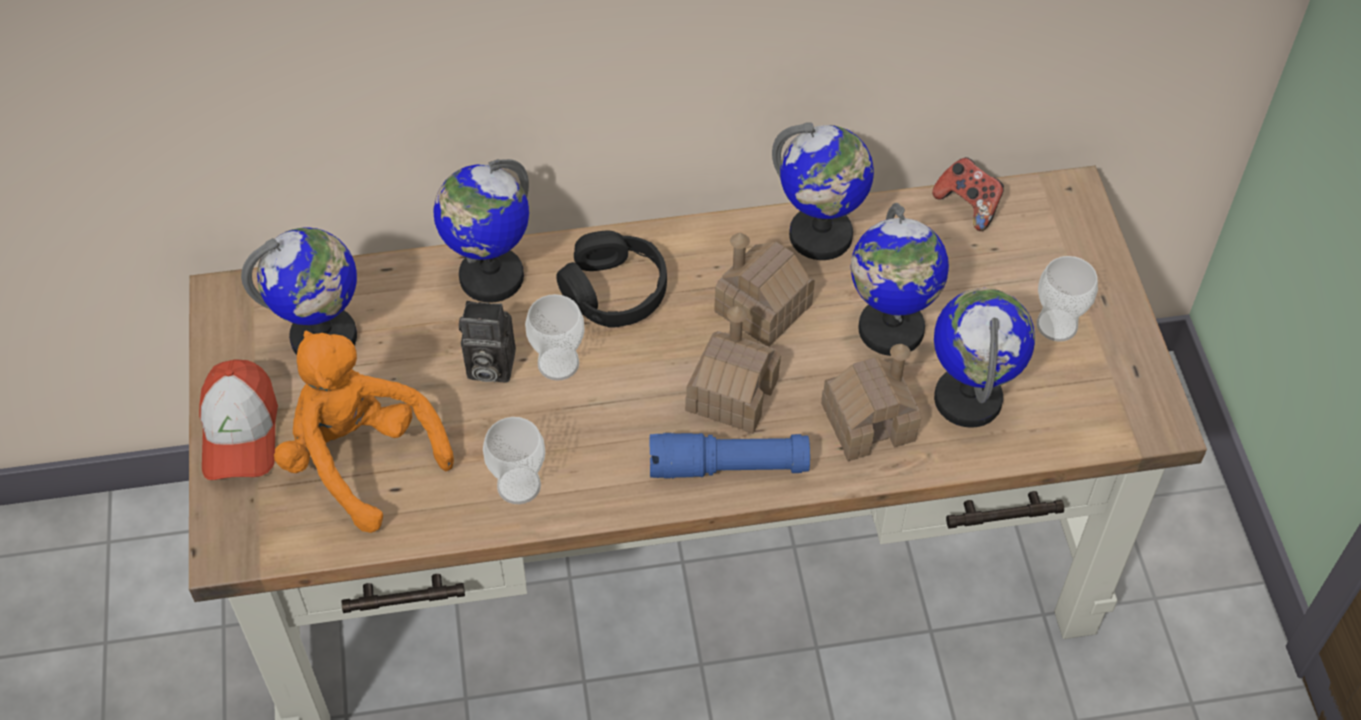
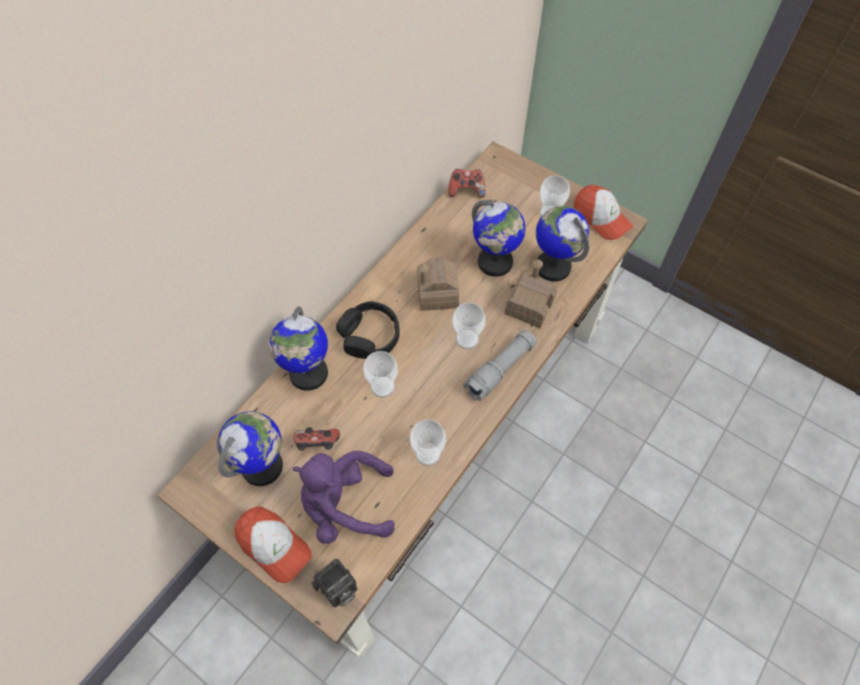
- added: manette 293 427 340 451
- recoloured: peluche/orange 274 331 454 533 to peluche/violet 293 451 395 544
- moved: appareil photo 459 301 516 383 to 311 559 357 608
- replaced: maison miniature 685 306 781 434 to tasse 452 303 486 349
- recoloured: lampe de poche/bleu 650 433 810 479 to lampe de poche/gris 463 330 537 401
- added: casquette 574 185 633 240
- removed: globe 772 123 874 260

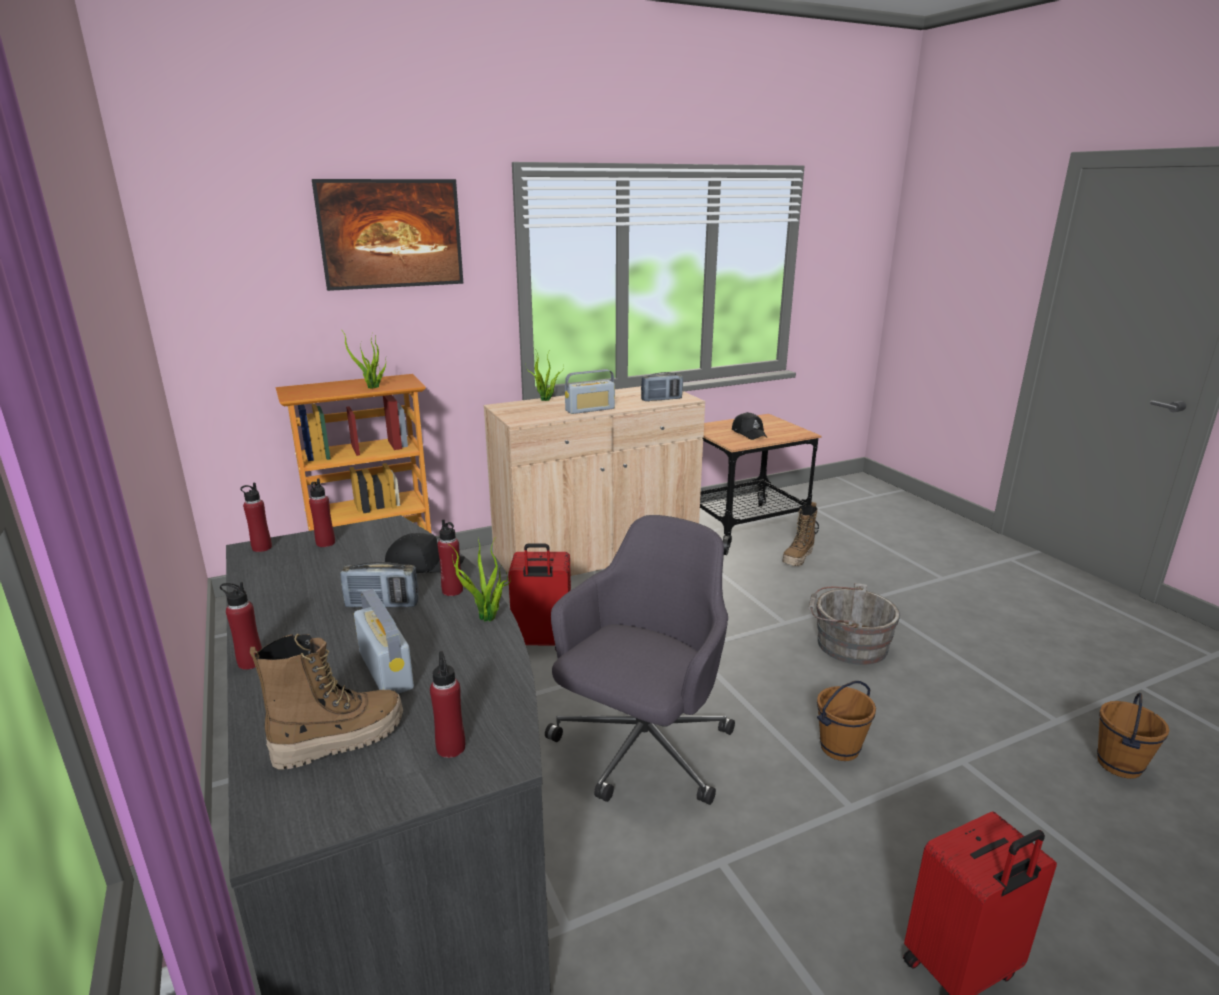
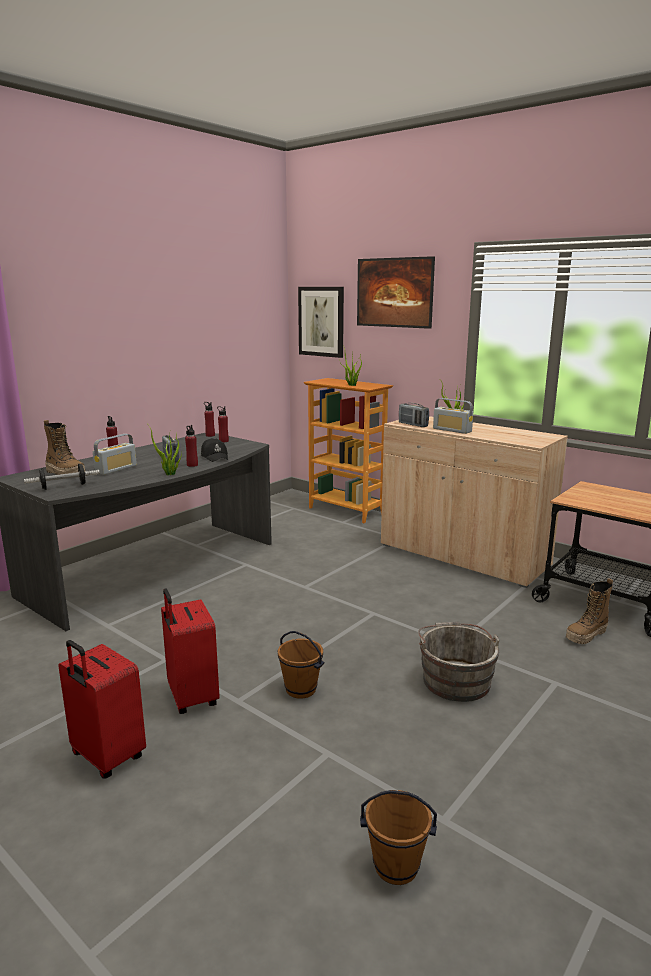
- replaced: bouteille/rouge 430 651 465 758 to haltère 24 464 100 490
- moved: valise/rouge 508 544 571 650 to 161 588 220 714
- added: tableau 298 287 344 358
- moved: radio 641 372 683 401 to 399 403 429 427
- turned: botte 782 502 817 566 = 566 578 613 644 45 degrees counterclockwise
- removed: chaise de bureau/gris 545 515 735 805
- removed: casquette/noir 732 412 767 440

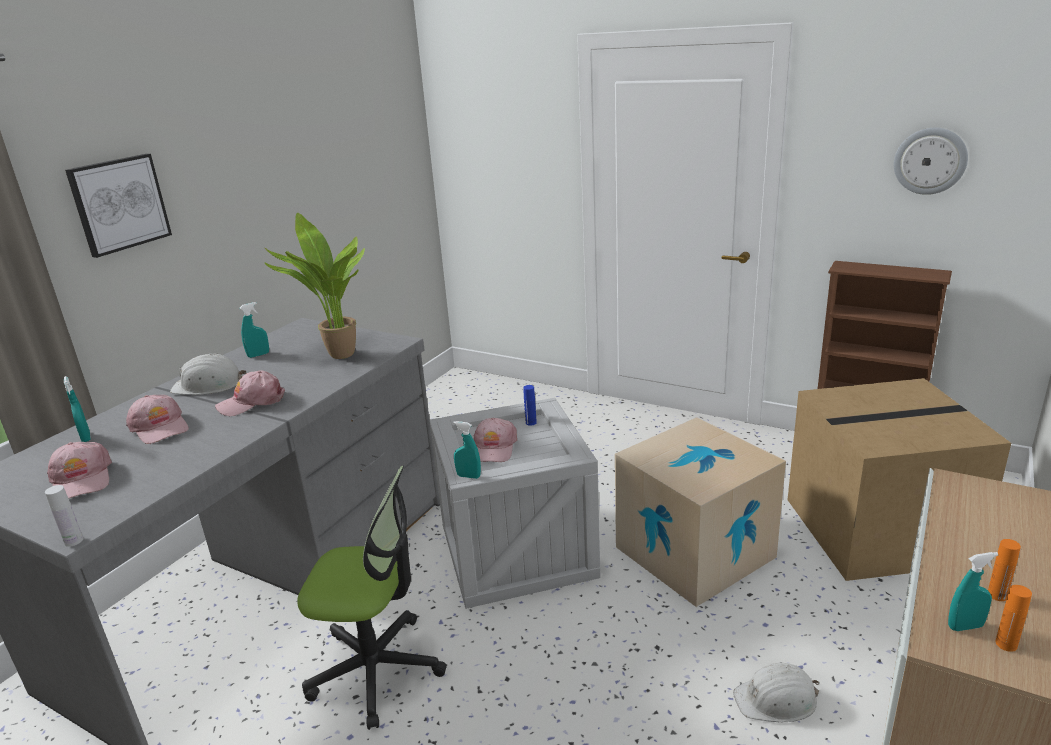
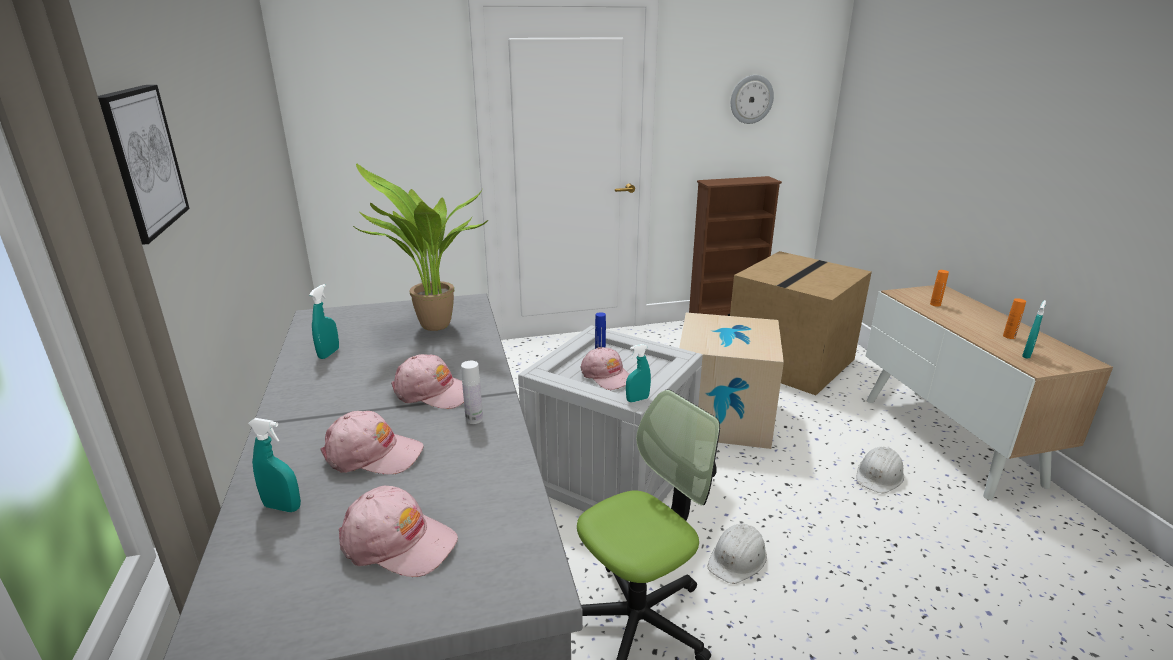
- turned: casquette/rose 215 370 285 416 = 391 354 464 409 90 degrees counterclockwise
- moved: bouteille/blanc 45 485 83 547 to 461 361 483 424
- moved: casque de chantier/blanc 170 353 247 395 to 707 523 767 584
- moved: bouteille/orange 995 585 1032 652 to 930 270 949 307

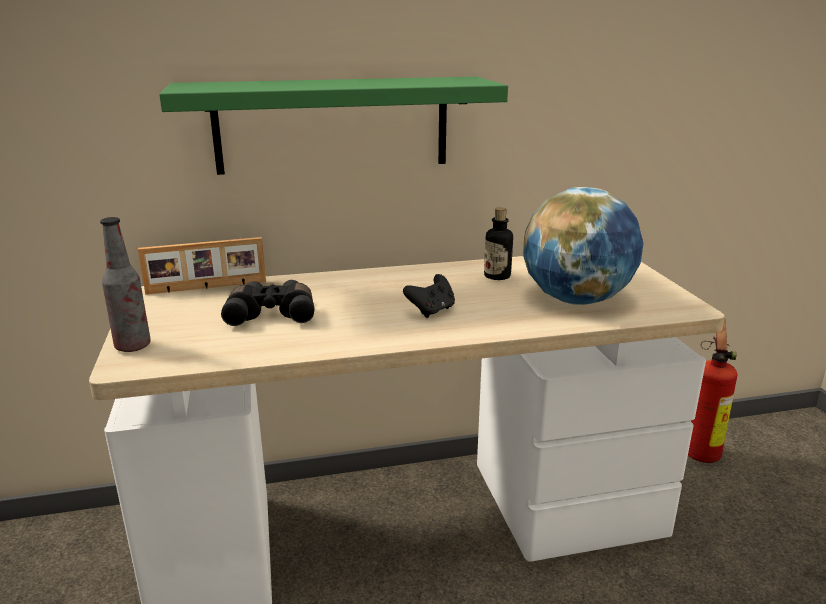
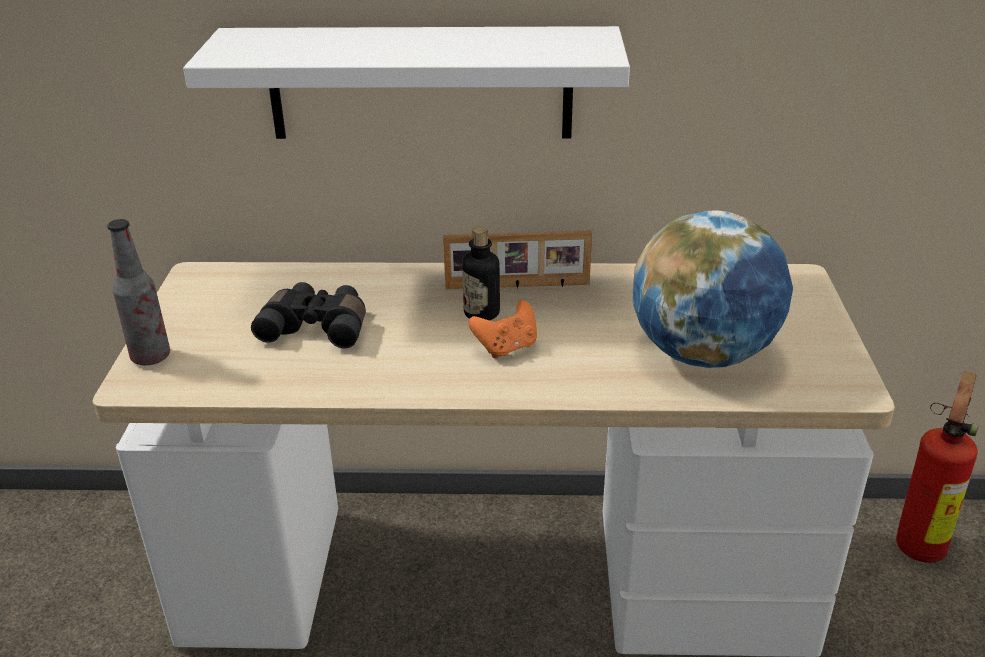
- recoloured: étagère/vert 159 77 508 175 to étagère/blanc 183 26 630 139
- moved: cadre photo 138 237 266 295 to 443 231 592 289
- moved: bouteille 484 207 513 280 to 462 226 500 320
- recoloured: manette/noir 403 274 455 318 to manette/orange 468 300 537 359

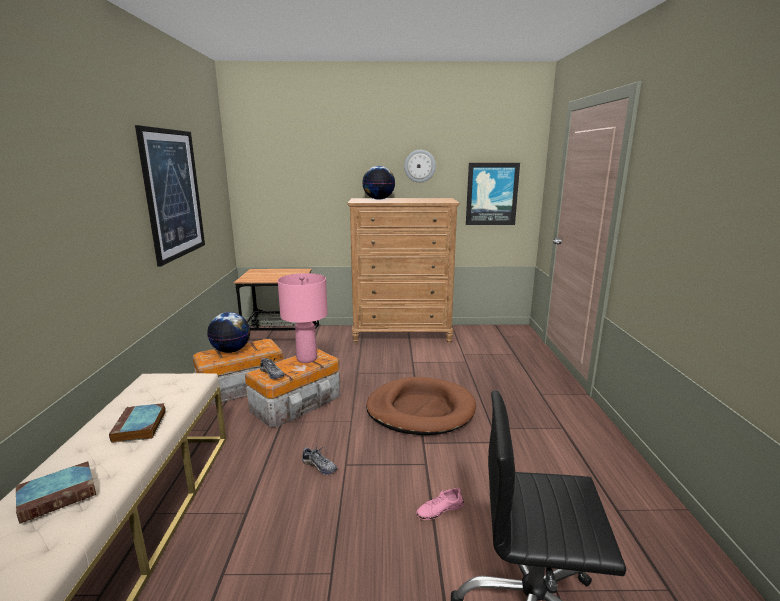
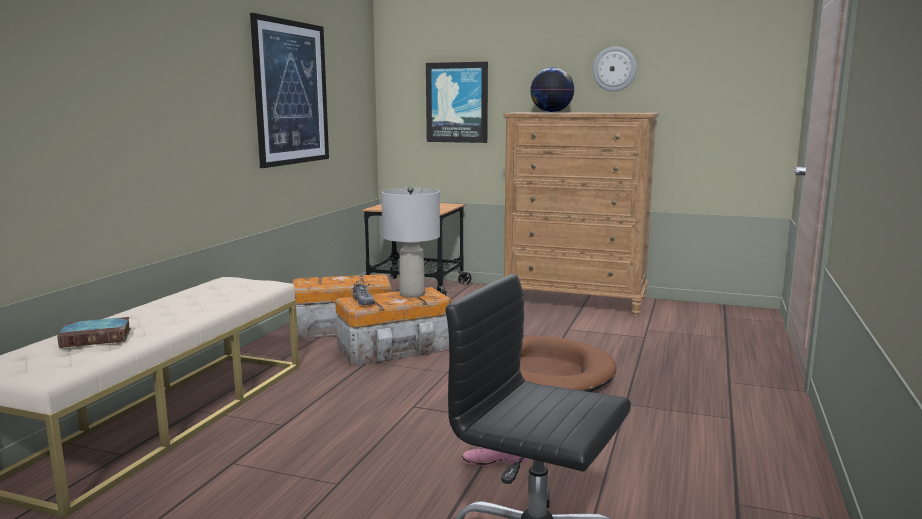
- recoloured: lampe de table/rose 278 273 328 363 to lampe de table/gris 381 186 440 298
- moved: tableau 466 163 520 225 to 426 62 488 143
- removed: livre 109 403 166 443
- removed: globe 207 312 250 353
- removed: chaussure 302 446 337 475

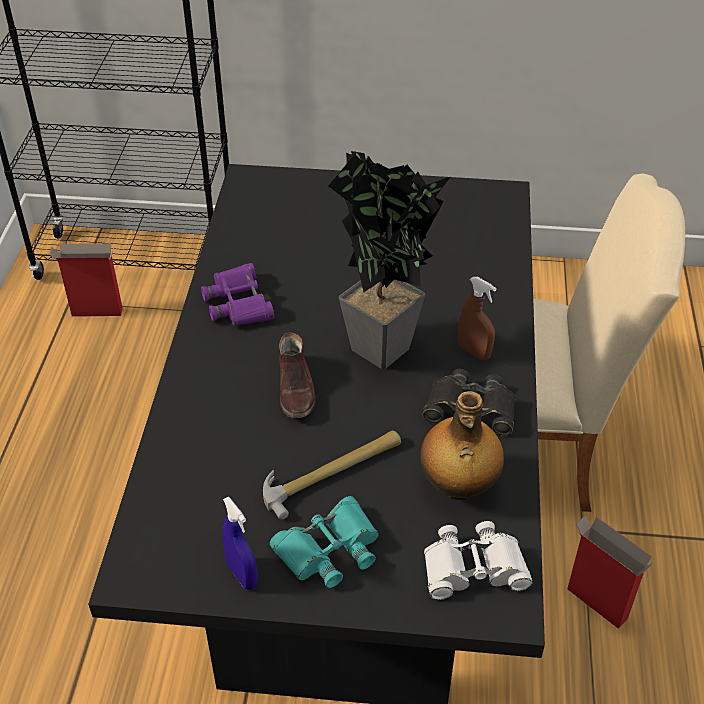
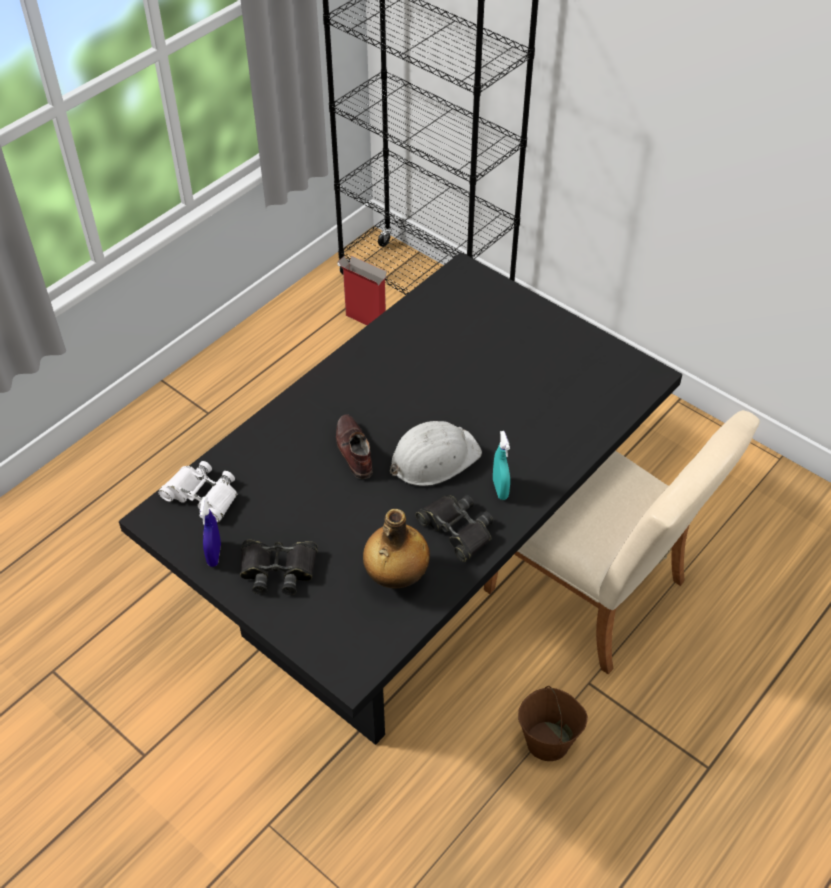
- moved: jumelles/blanc 424 521 533 600 to 158 461 237 523
- recoloured: jumelles/turquoise 270 496 379 588 to jumelles/noir 240 540 318 595
- turned: chaussure/marron 279 332 315 418 = 336 415 373 479 135 degrees clockwise
- replaced: plante en pot 329 151 450 369 to casque de chantier/blanc 390 421 482 486
- recoloured: vaporisateur/marron 458 277 497 360 to vaporisateur/turquoise 493 431 510 500
- replaced: carton 567 515 653 629 to seau/marron 518 686 588 761
- removed: jumelles/violet 201 263 274 326
- removed: marteau 263 431 401 520

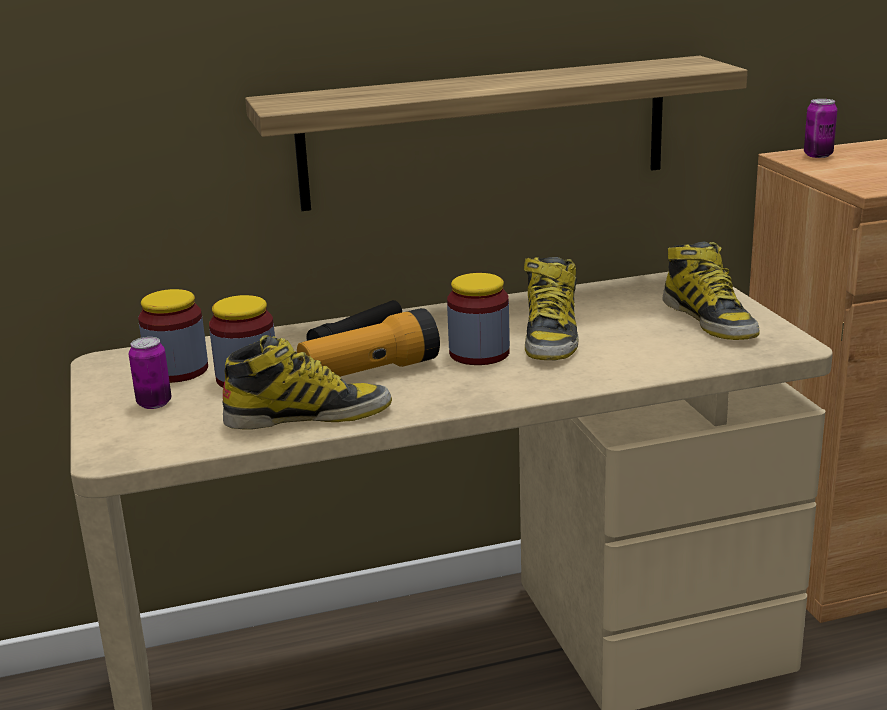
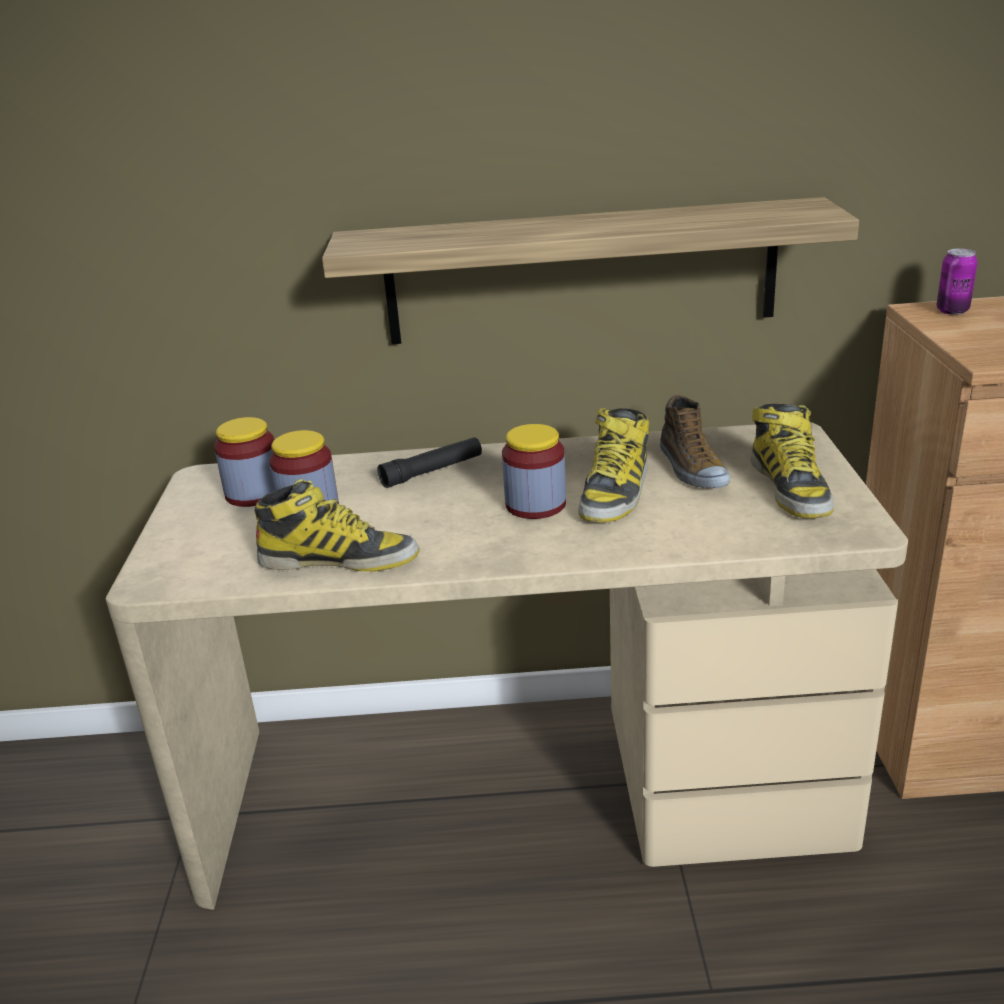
- added: chaussure 660 395 730 488
- removed: boîte métallique 129 337 171 409
- removed: lampe de poche 297 308 440 377

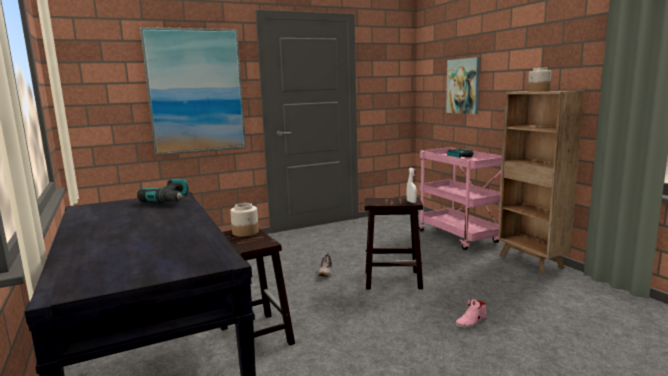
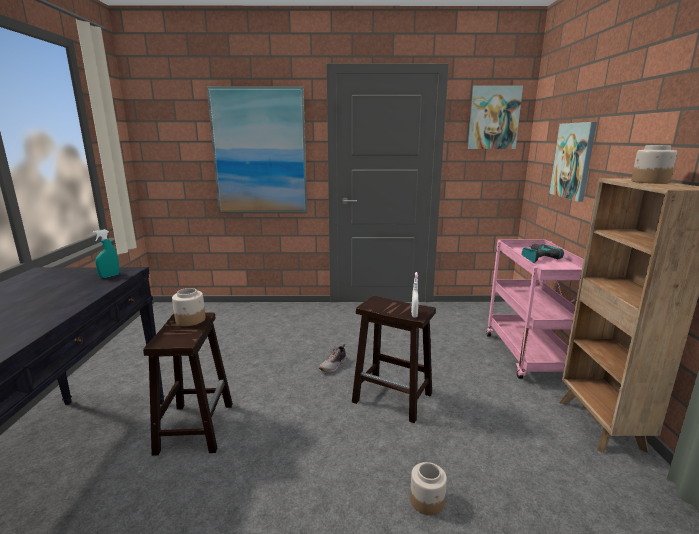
- replaced: perceuse 137 179 188 203 to vaporisateur/turquoise 92 229 120 278
- replaced: chaussure/rose 455 299 487 328 to bocal 410 462 447 515
- added: tableau 468 85 523 149

